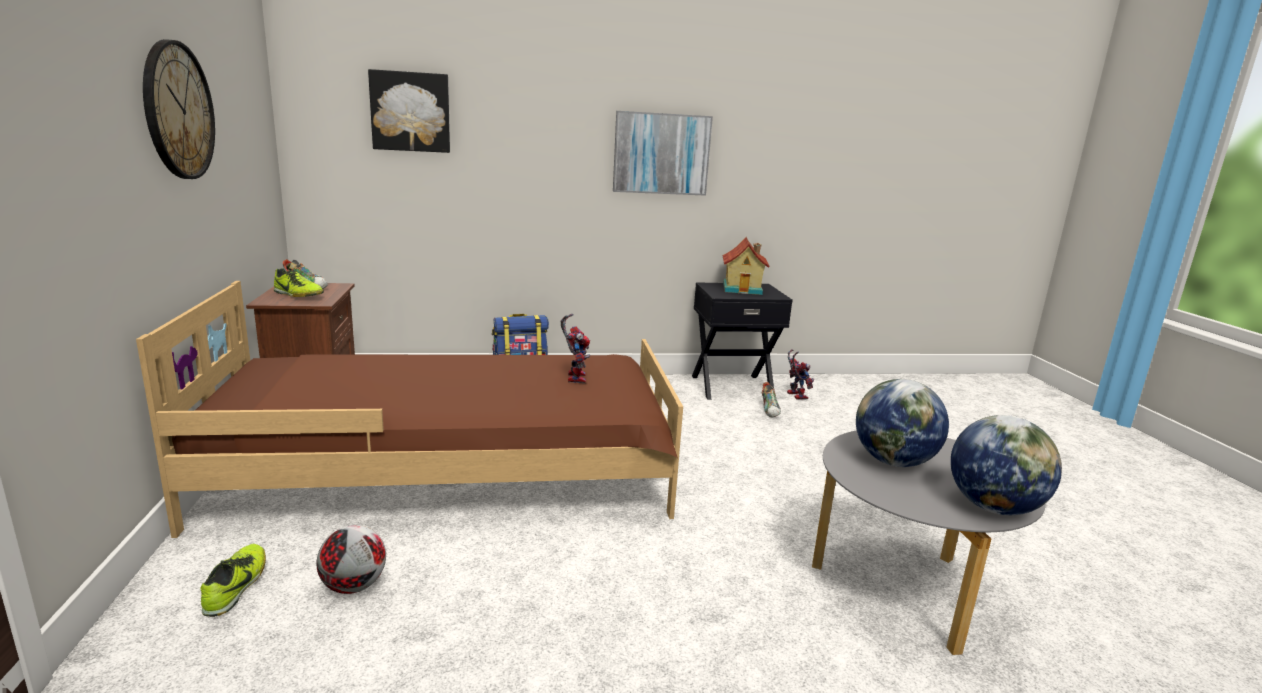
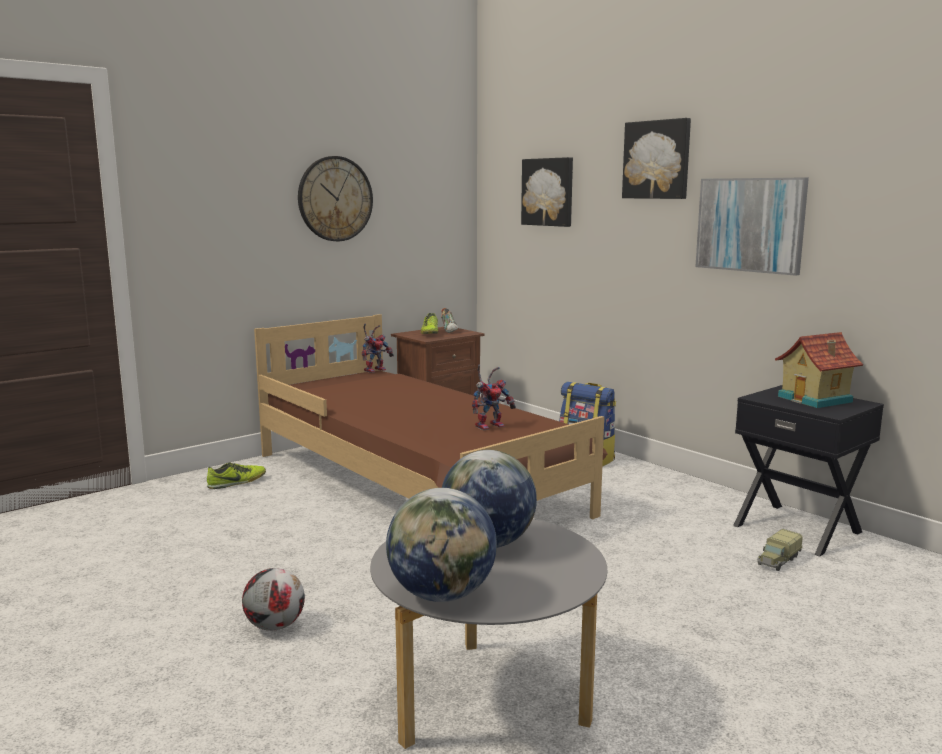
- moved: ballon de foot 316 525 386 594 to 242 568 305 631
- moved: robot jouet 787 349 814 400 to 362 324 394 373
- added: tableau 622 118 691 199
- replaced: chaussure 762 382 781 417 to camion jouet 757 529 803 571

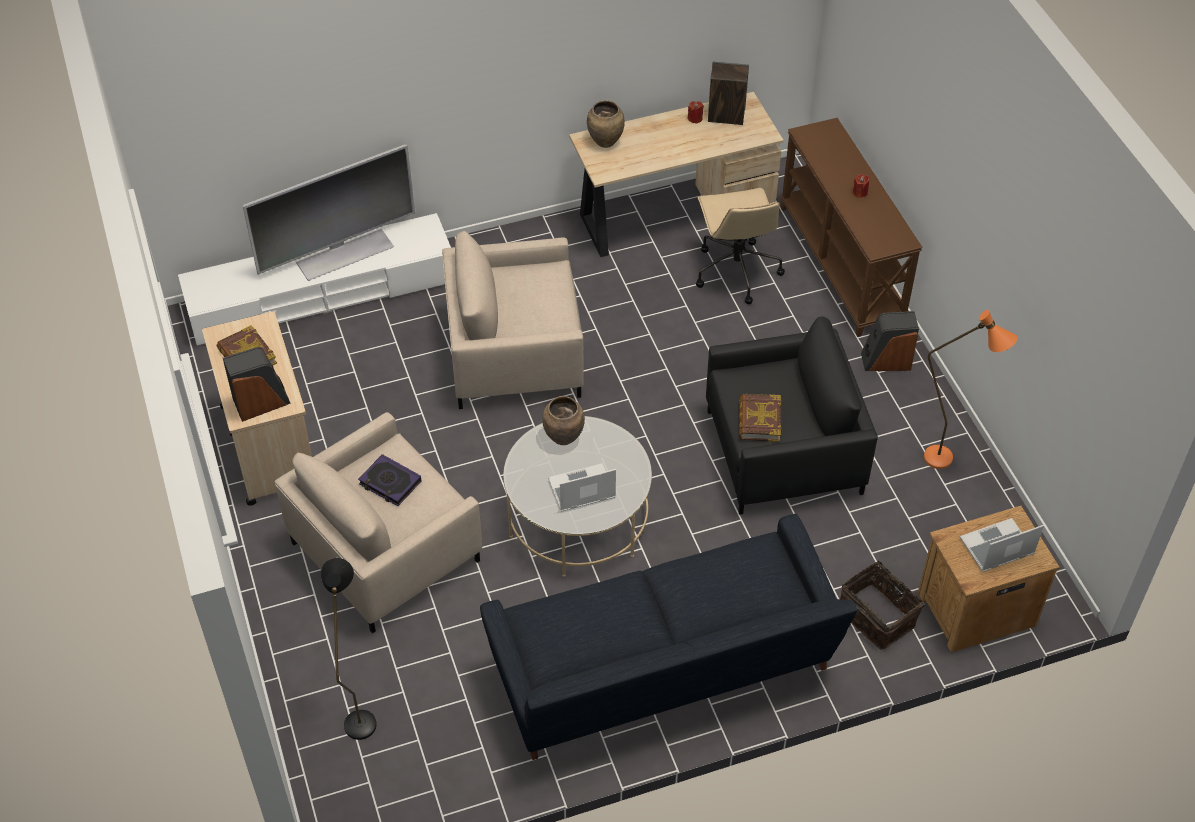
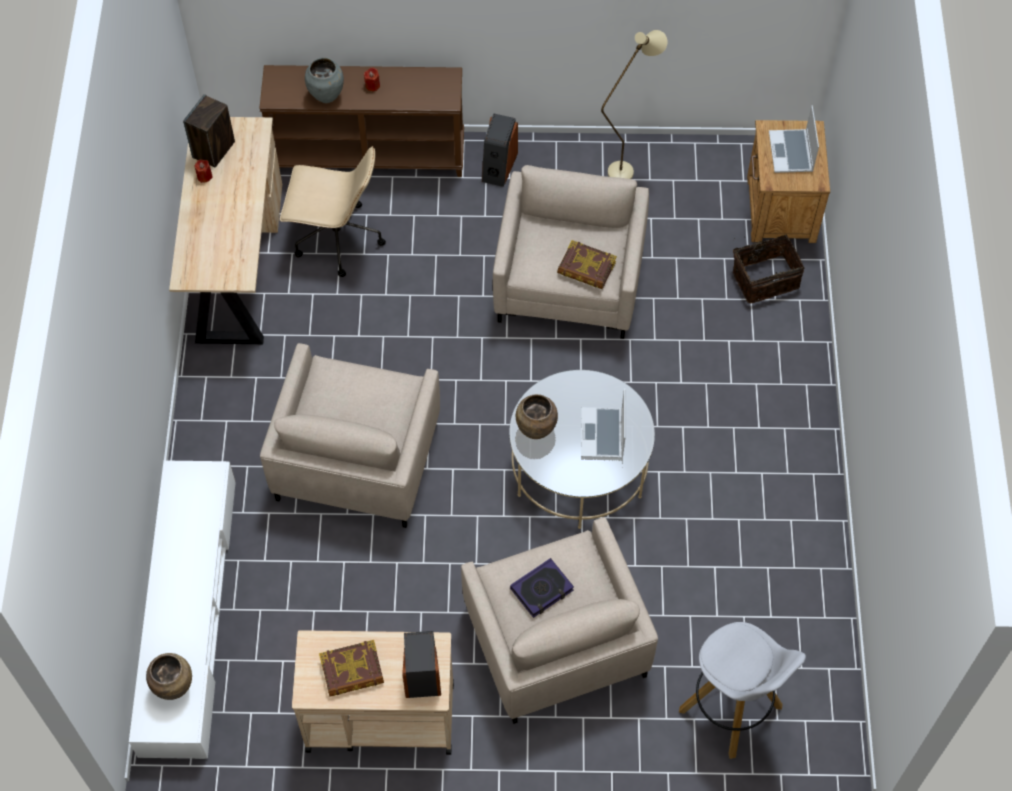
- moved: vase/marron 587 100 625 148 to 146 653 192 700
- added: vase/gris 305 57 344 103
- recoloured: fauteuil/noir 706 316 878 515 to fauteuil/beige 493 165 649 339
- recoloured: lampadaire/orange 924 310 1018 469 to lampadaire/beige 601 30 668 179
- replaced: lampadaire/noir 321 558 377 740 to tabouret/blanc 679 622 806 759
- removed: téléviseur 243 144 415 281
- removed: canapé/noir 480 514 857 760

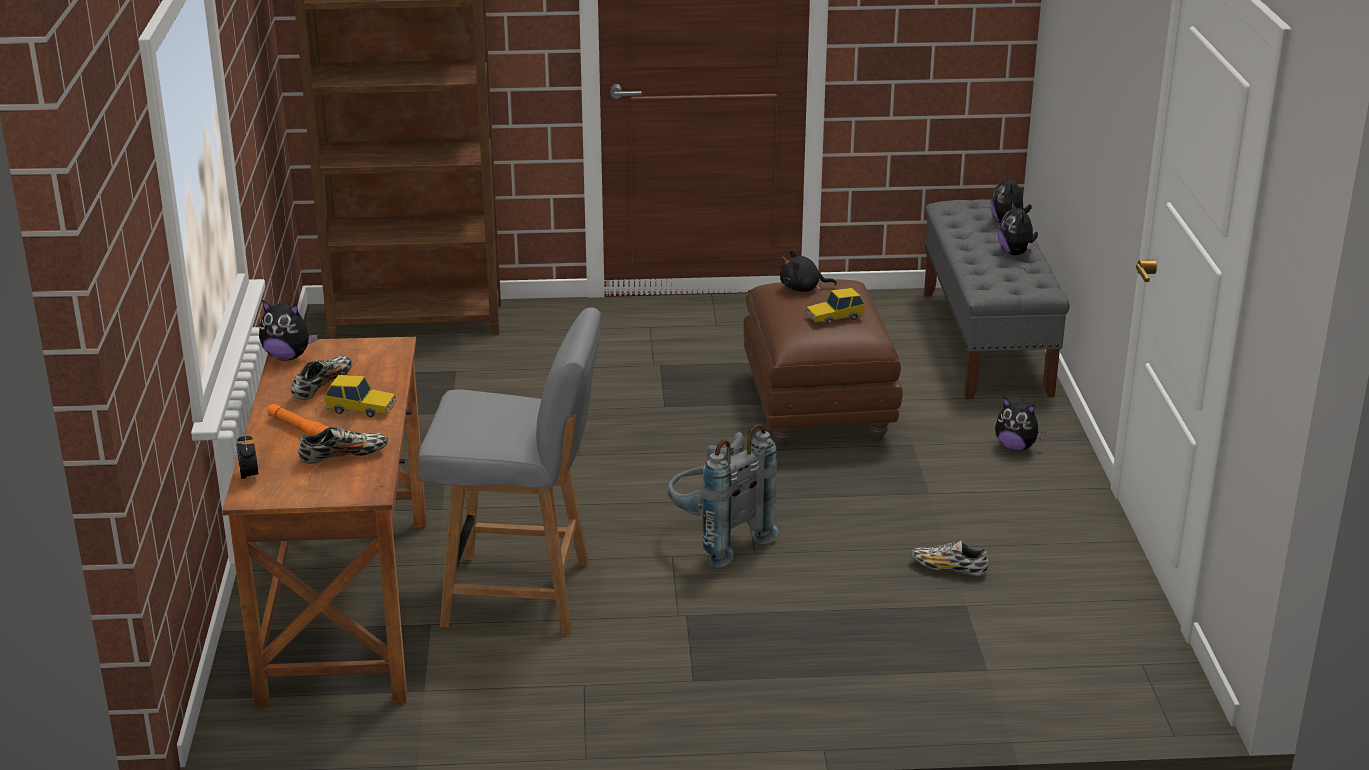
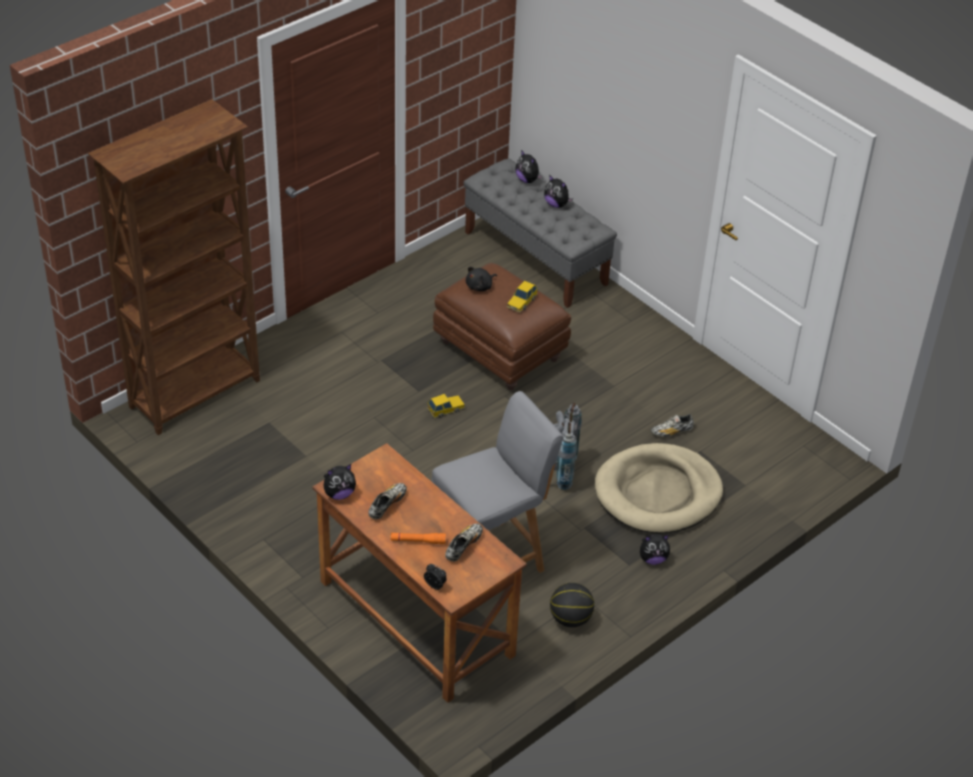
- turned: chaussure 291 356 352 400 = 368 483 407 520 45 degrees clockwise
- moved: petite voiture 325 375 396 417 to 427 394 465 418
- added: ballon de basket 550 583 594 627
- added: panier pour chien/beige 595 443 723 534
- moved: peluche 995 397 1045 451 to 640 534 670 565

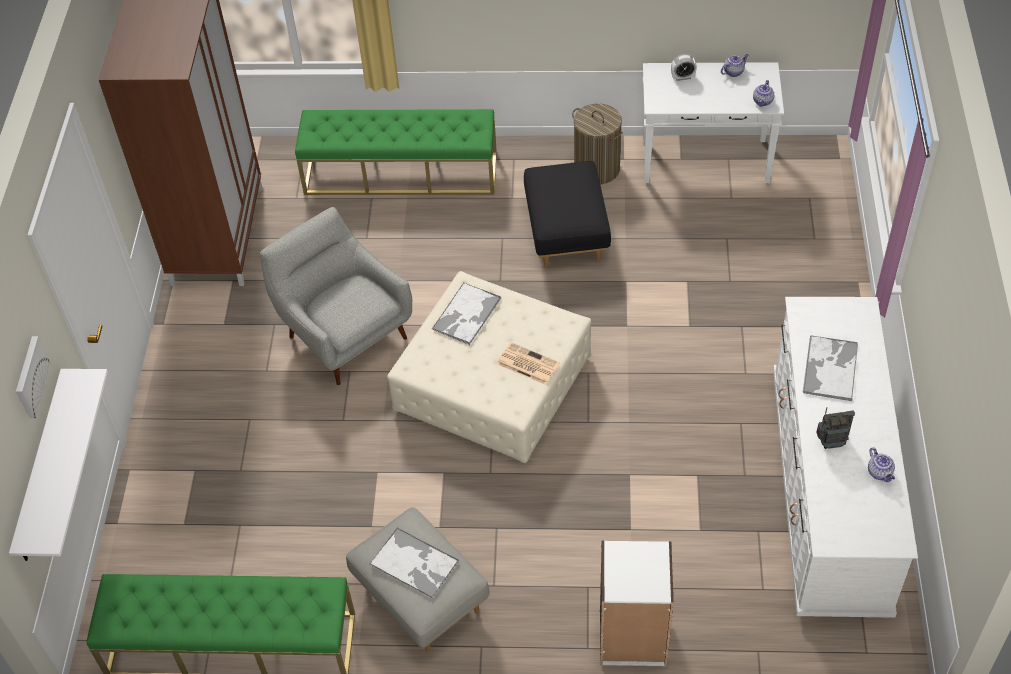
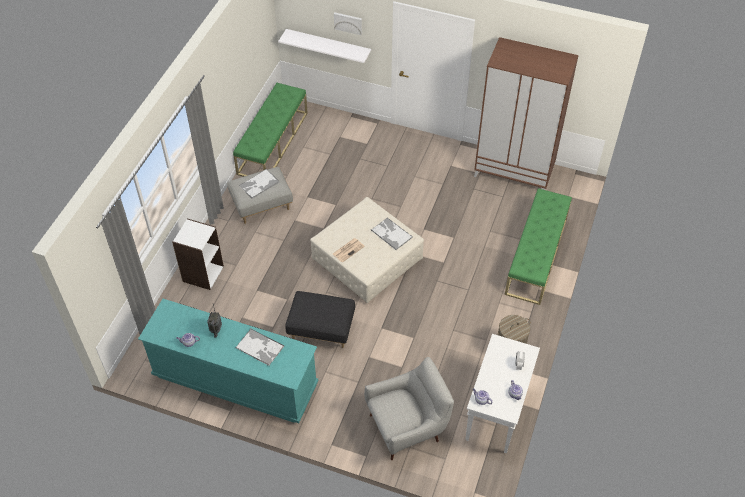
- recoloured: commode/blanc 773 297 918 618 to commode/turquoise 138 299 318 423
- moved: pouf/noir 524 161 611 269 to 285 291 355 348
- moved: fauteuil/gris 260 207 412 385 to 364 357 454 460

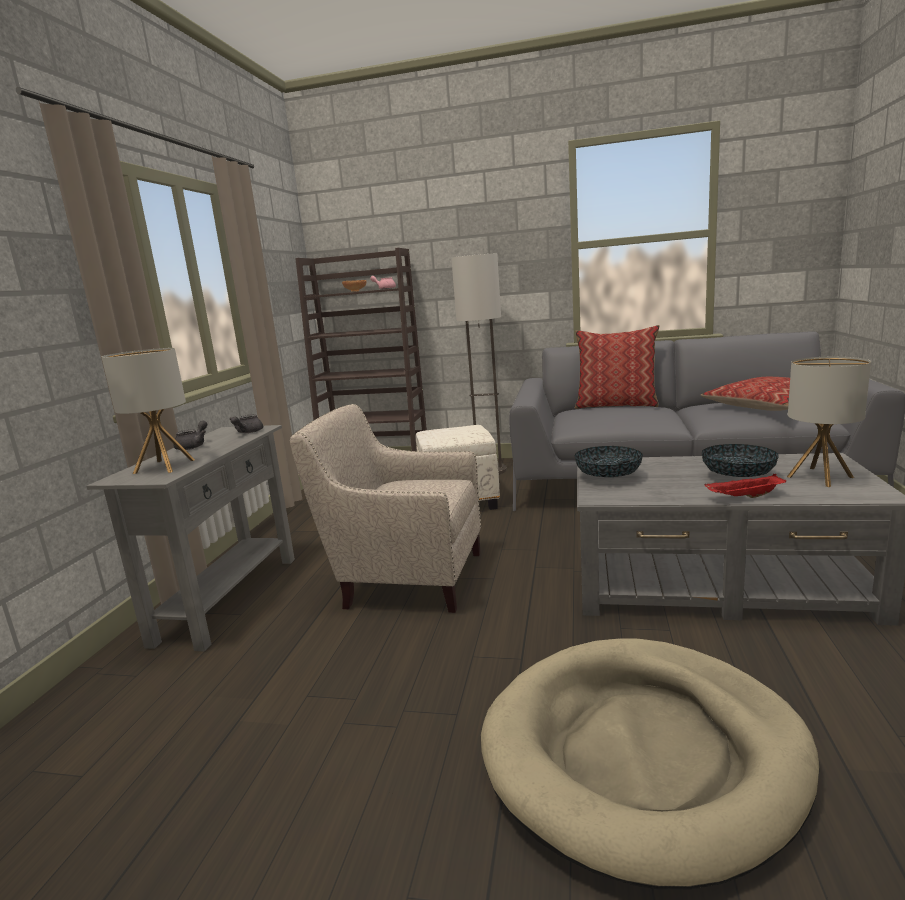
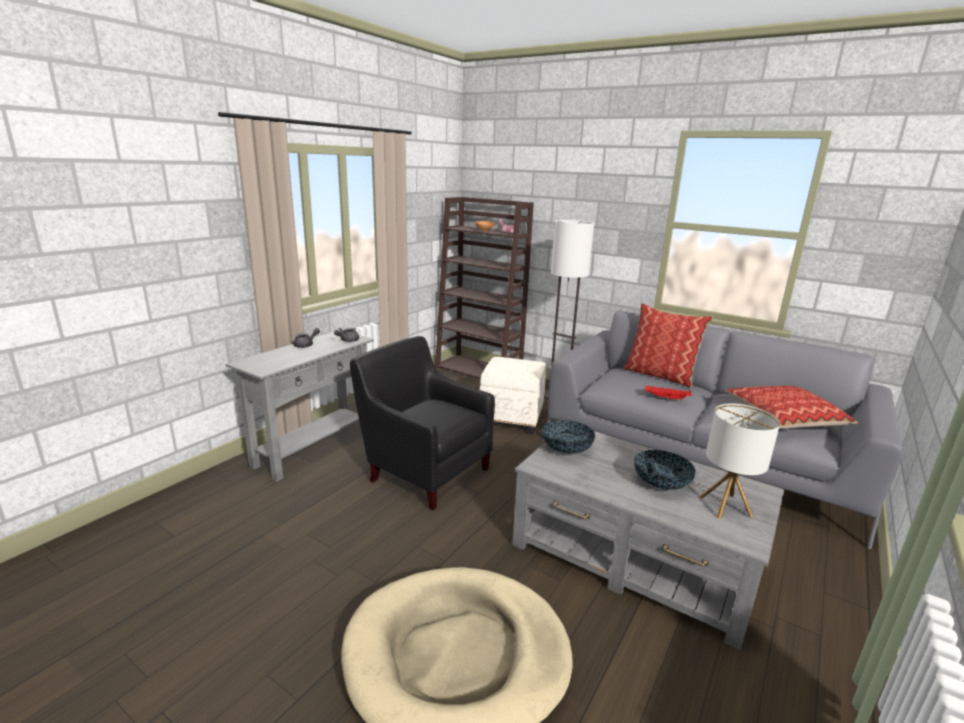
- recoloured: fauteuil/beige 290 404 481 613 to fauteuil/noir 350 336 495 510
- moved: plateau/rouge 705 474 786 498 to 645 385 692 400
- removed: lampe de table 102 348 195 474

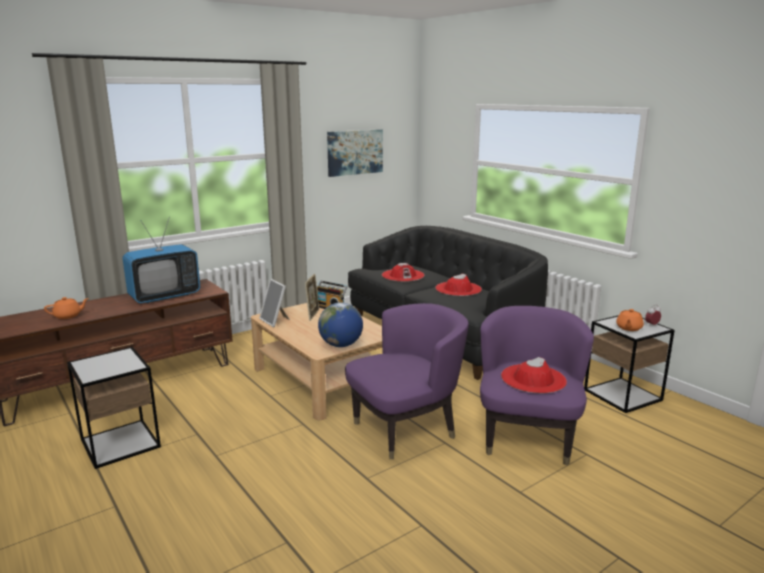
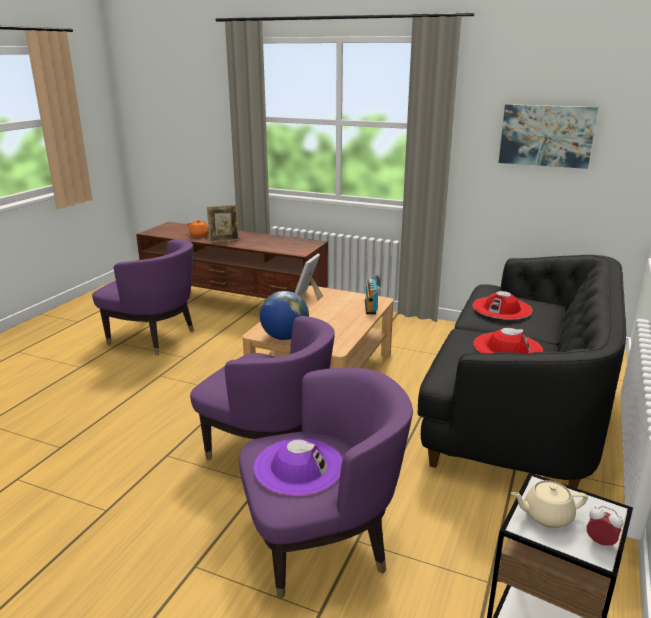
- replaced: table d'appoint 67 347 161 469 to fauteuil/violet 92 240 194 355
- moved: cadre photo 305 274 320 321 to 207 205 239 243
- recoloured: chapeau/rouge 501 357 567 393 to chapeau/violet 254 438 342 496
- recoloured: théière/orange 616 309 644 331 to théière/beige 511 480 588 528
- removed: téléviseur 122 219 200 303

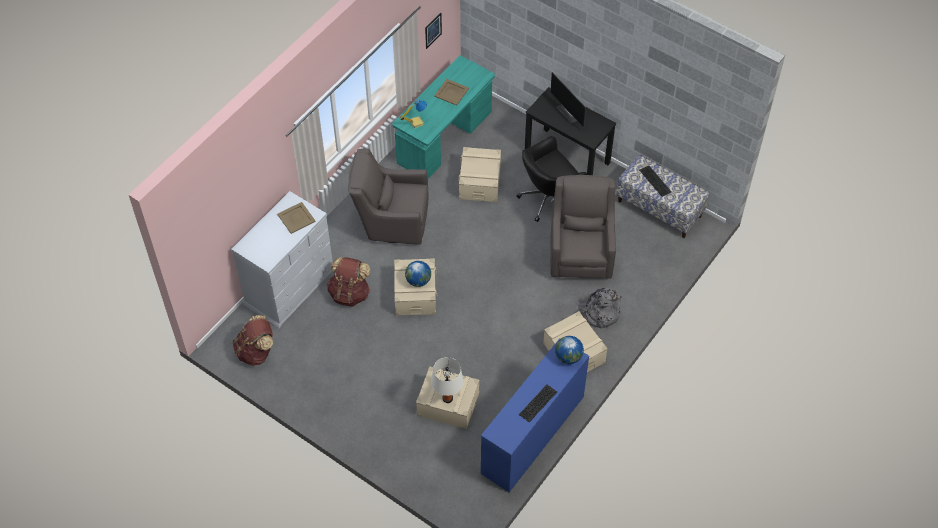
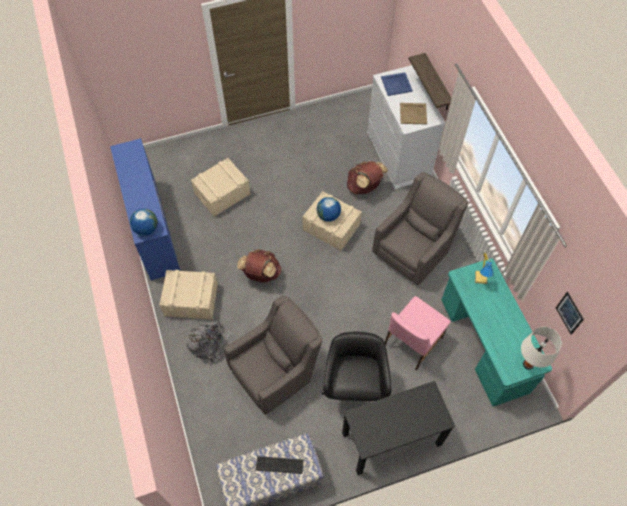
- turned: fauteuil/gris 550 175 616 279 = 224 296 322 414 75 degrees counterclockwise
- moved: sac à dos/marron 232 315 273 366 to 237 249 281 283
- added: plateau/bleu 381 72 413 96
- replaced: boîte de rangement/beige 458 147 501 202 to chaise/rose 385 296 451 371
- added: étagère 409 53 452 110
- moved: lampe de table/blanc 431 357 464 403 to 521 327 562 370
- removed: plateau/beige 434 79 469 106
- removed: clavier 519 385 557 422
- removed: écran d'ordinateur 550 72 586 127

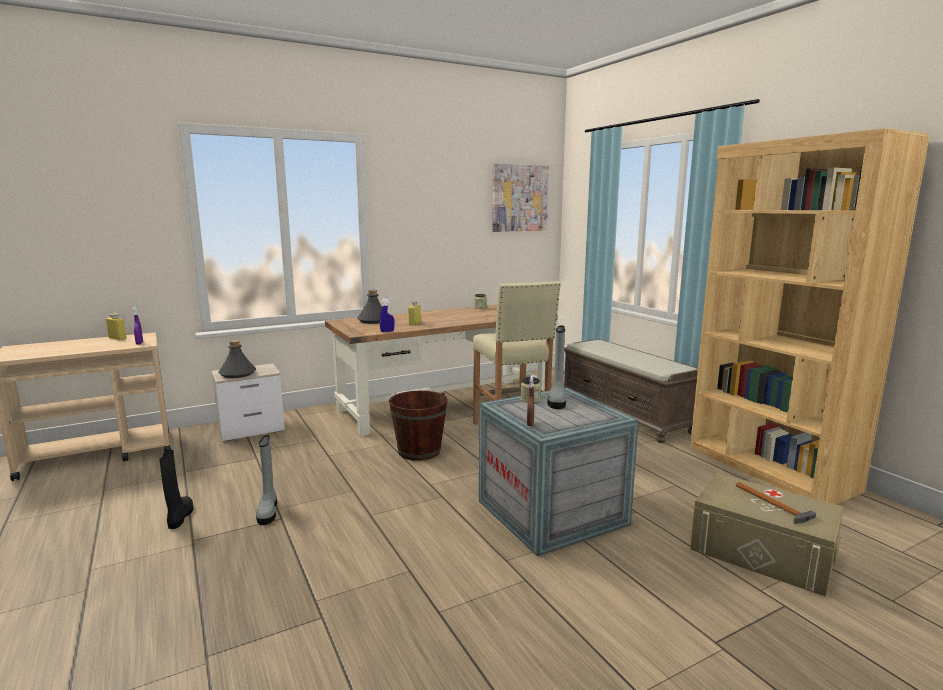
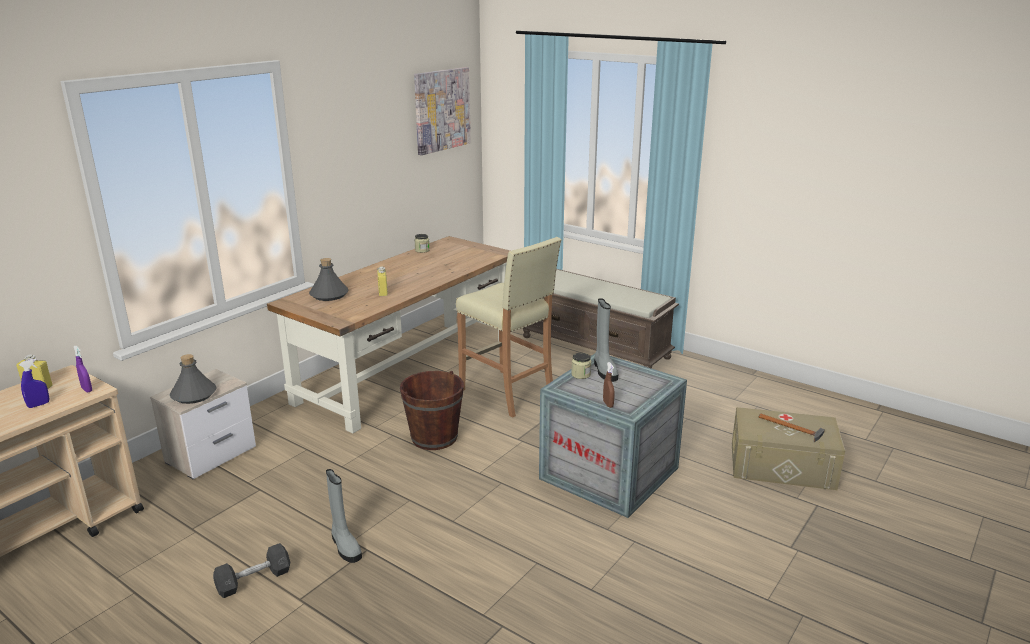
- moved: vaporisateur/bleu 379 298 394 332 to 19 358 49 408
- replaced: botte/noir 159 450 194 529 to haltère/gris 213 543 290 598
- removed: bibliothèque/marron 690 128 930 504

